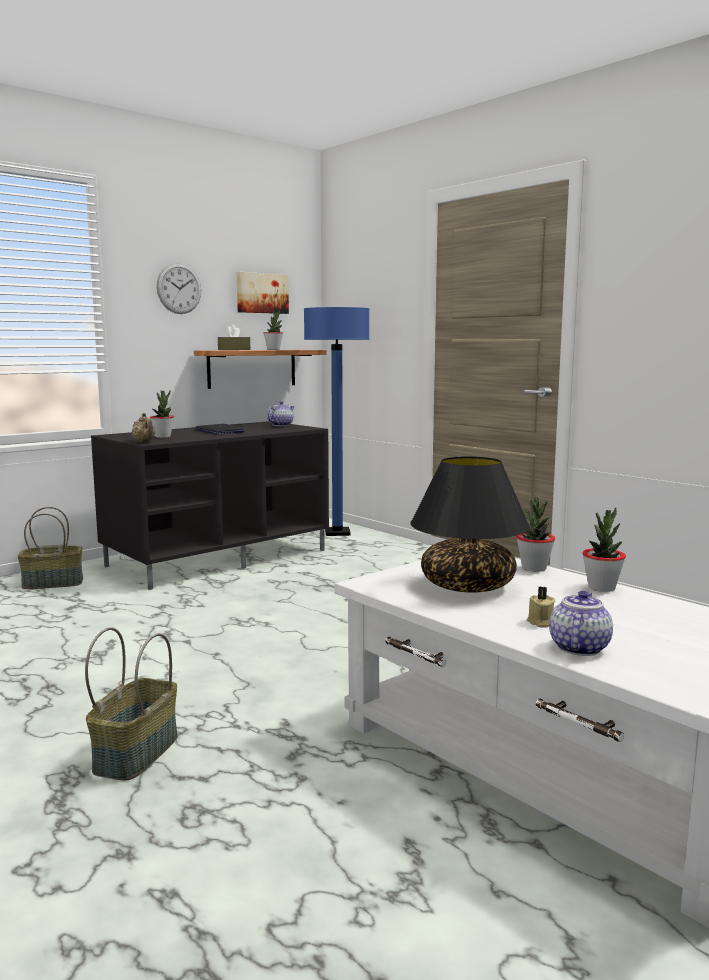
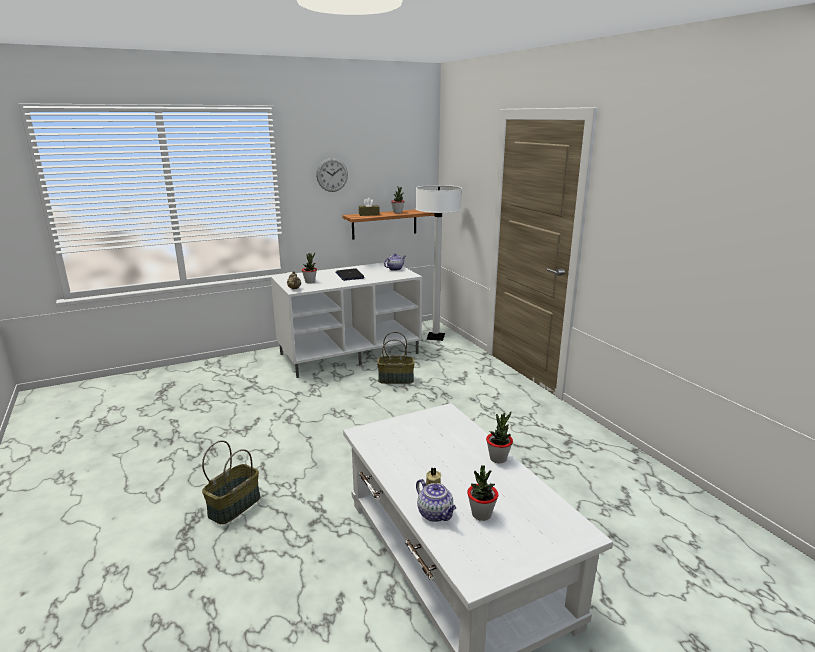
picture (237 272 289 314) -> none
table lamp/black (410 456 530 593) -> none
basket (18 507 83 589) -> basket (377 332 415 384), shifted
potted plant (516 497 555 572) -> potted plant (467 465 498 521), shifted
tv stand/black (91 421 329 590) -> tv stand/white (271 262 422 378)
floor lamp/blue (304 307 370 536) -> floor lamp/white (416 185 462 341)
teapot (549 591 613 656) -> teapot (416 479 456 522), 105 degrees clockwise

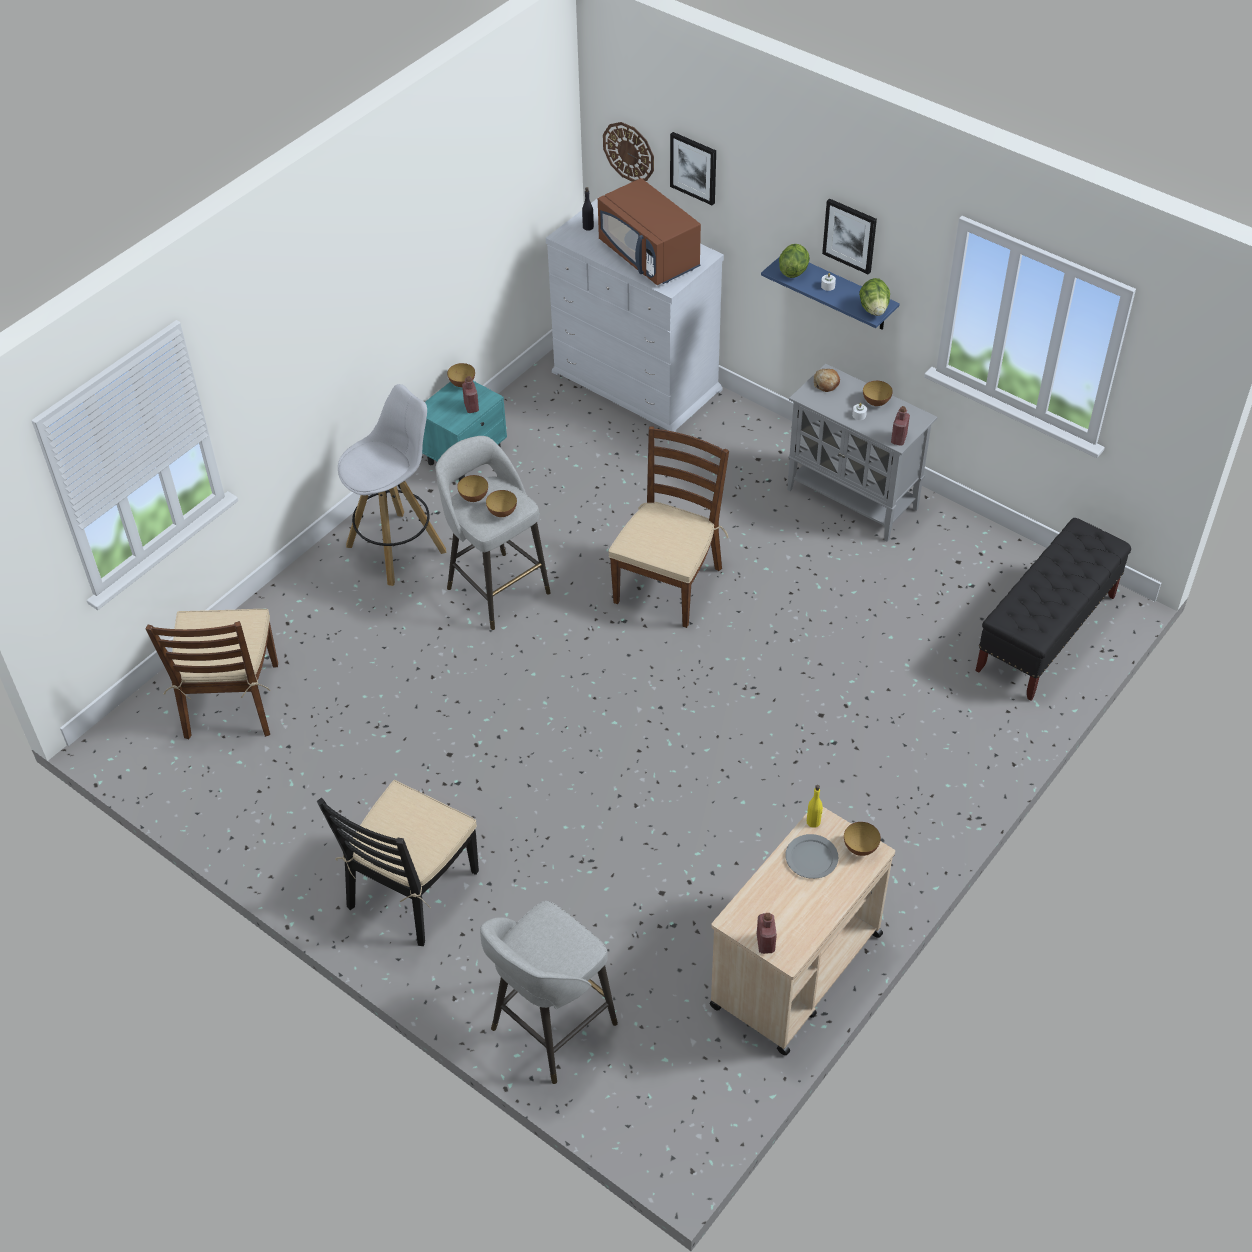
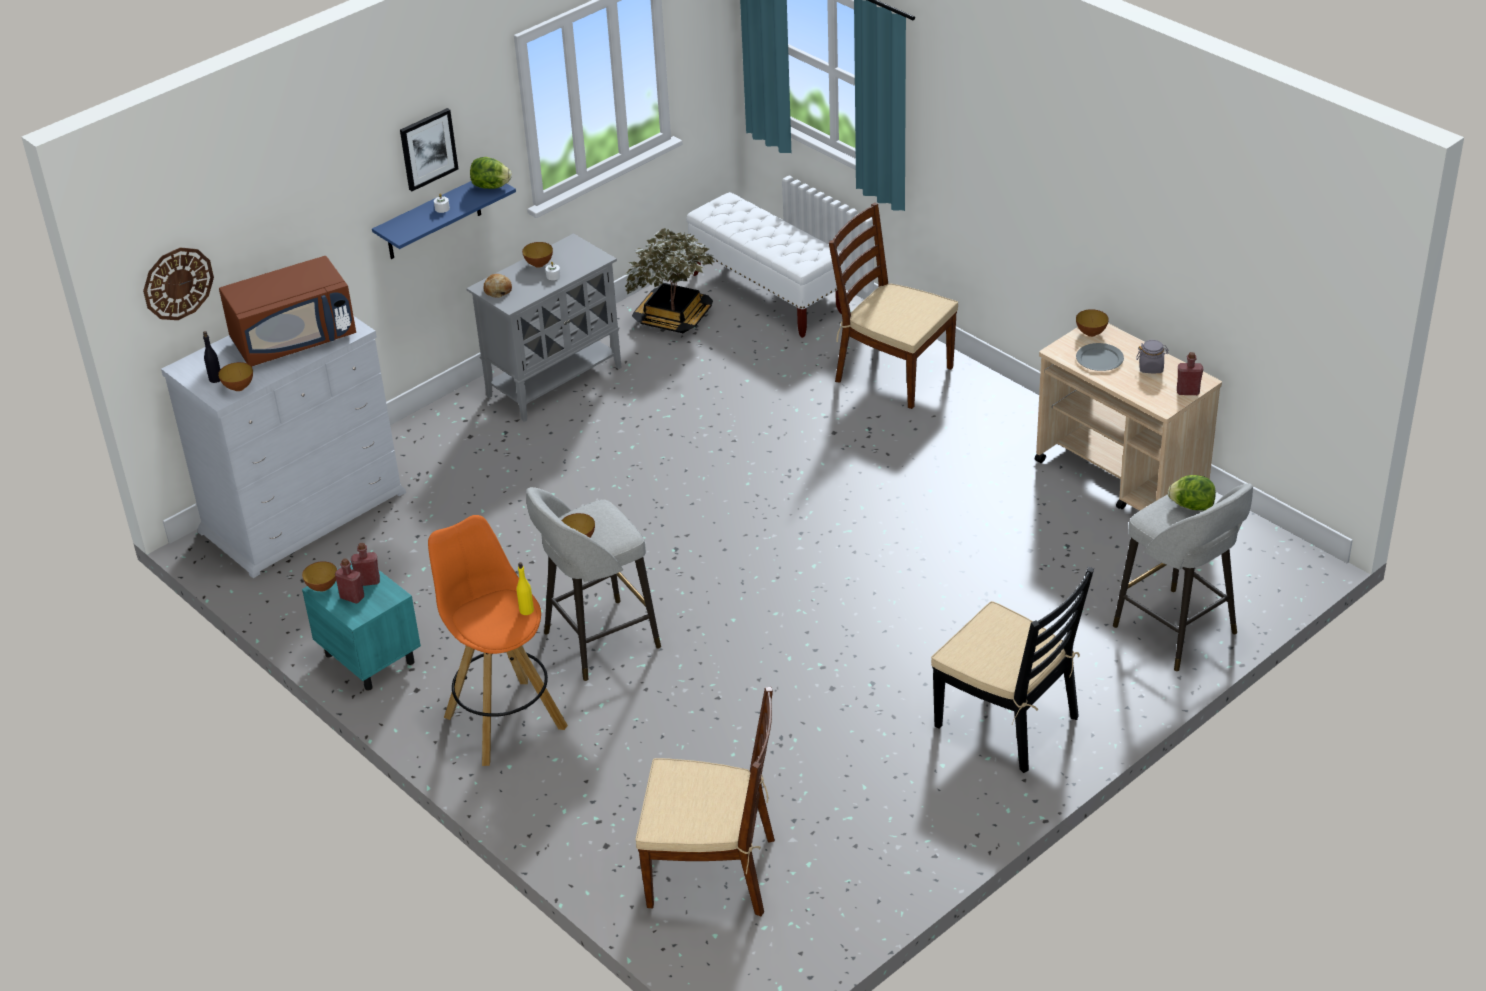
picture (670 132 716 205) -> none
none -> potted plant (625 228 715 333)
none -> jar/grey (1136 340 1169 373)
bowl (486 490 517 517) -> bowl (218 362 253 391), shifted
chair/brown (609 426 729 628) -> chair/brown (829 203 958 409), shifted
lettuce (779 244 810 278) -> lettuce (1168 475 1216 510), shifted
bottle/yellow (807 785 823 828) -> bottle/yellow (516 562 534 615), shifted
bottle/red (891 406 910 446) -> bottle/red (335 558 364 604), shifted
stool/white (338 384 446 586) -> stool/orange (428 515 568 766)
bench/black (975 518 1131 701) -> bench/white (686 192 847 338)

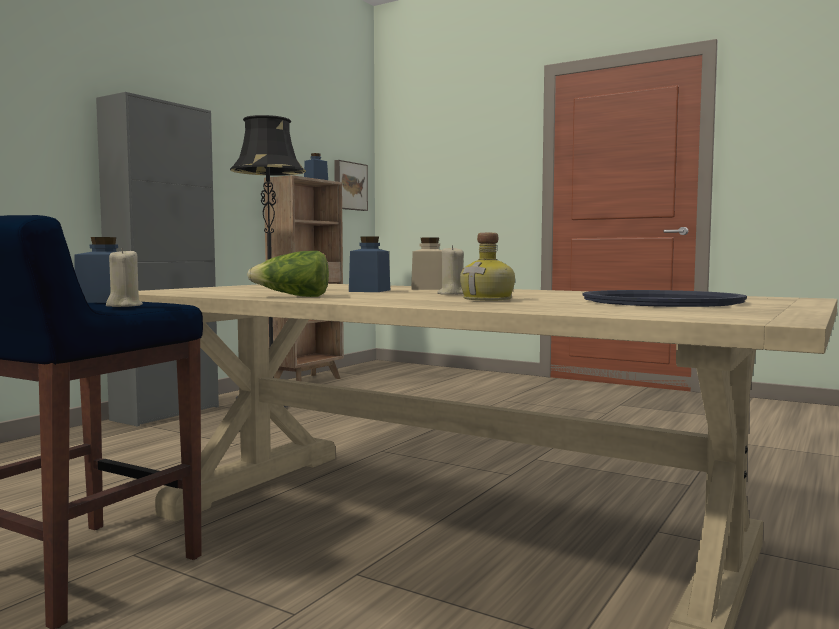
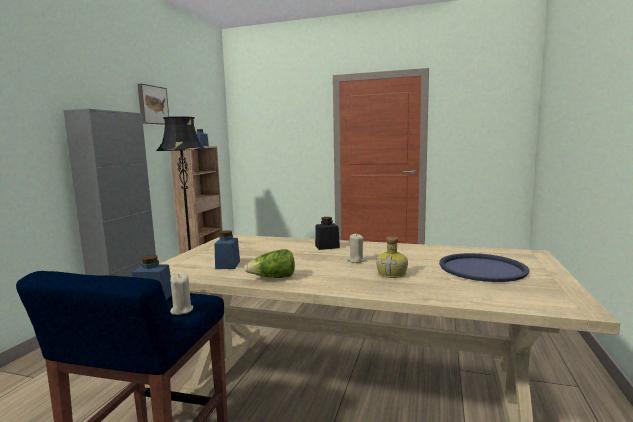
picture (334 160 368 211) -> picture (137 84 169 125), shifted
jar/blue (349 236 390 292) -> jar/blue (214 230 240 269), shifted
jar/beige (411 237 442 290) -> jar/black (315 217 340 250)

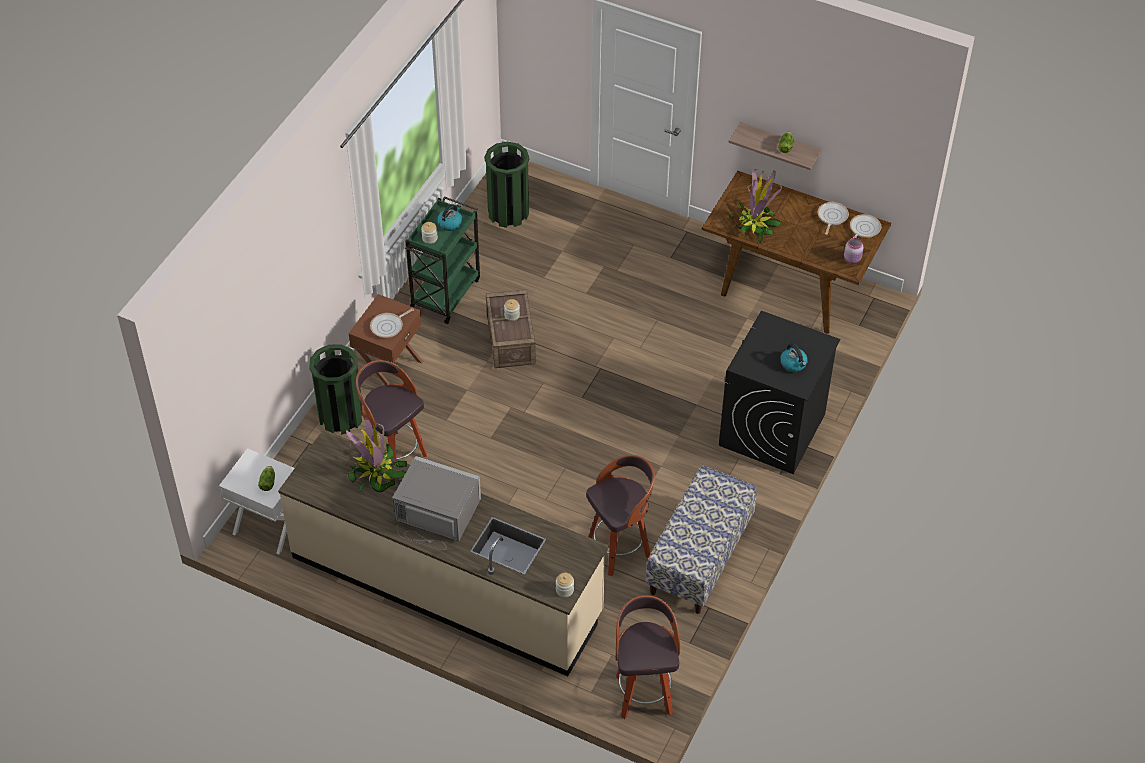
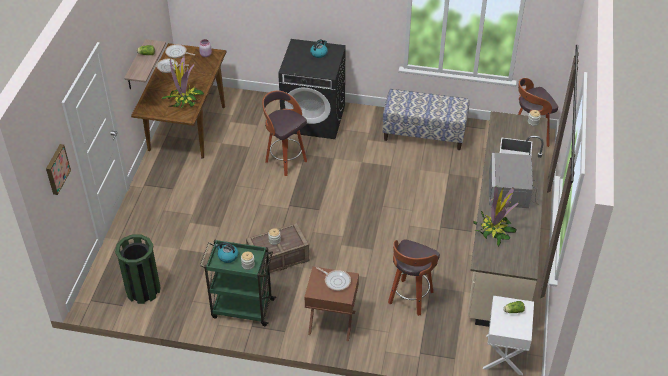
trash can/green (309 344 363 434) -> none
none -> picture (46 144 71 195)
stool (586 455 655 576) -> stool (262 91 307 176), shifted

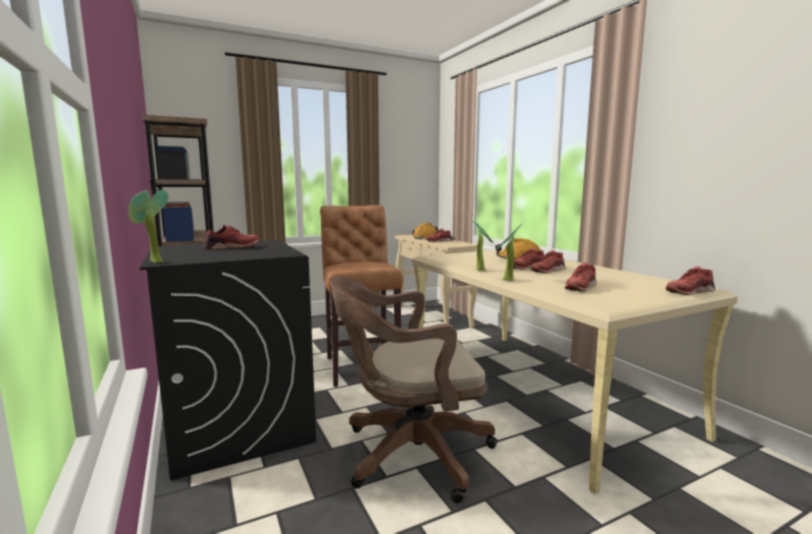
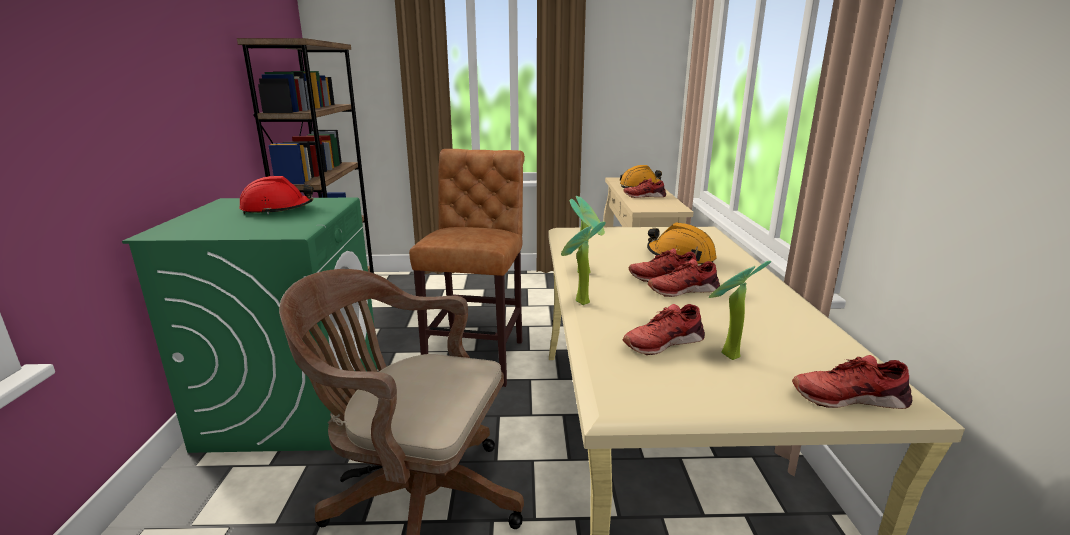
potted plant (128 190 169 263) -> potted plant (709 261 771 360), shifted
shoe/red (203 225 259 250) -> hard hat/red (239 176 314 215)
washing machine/black (140 240 316 481) -> washing machine/green (122 198 378 453)

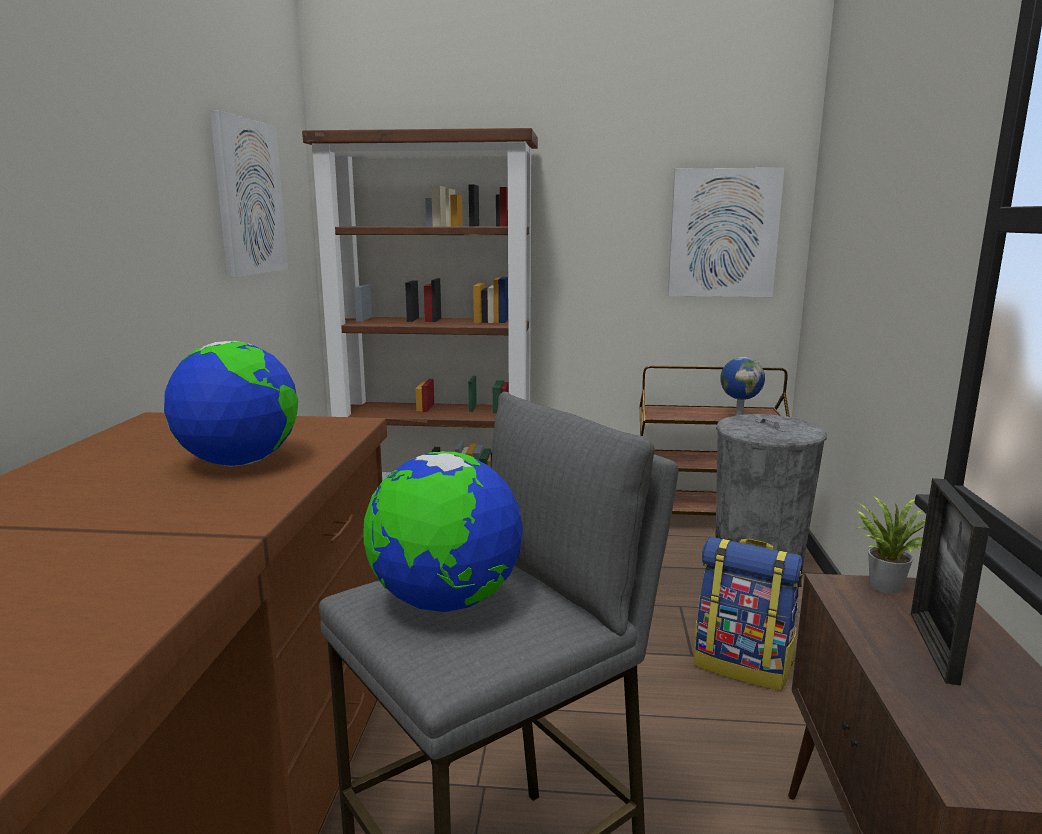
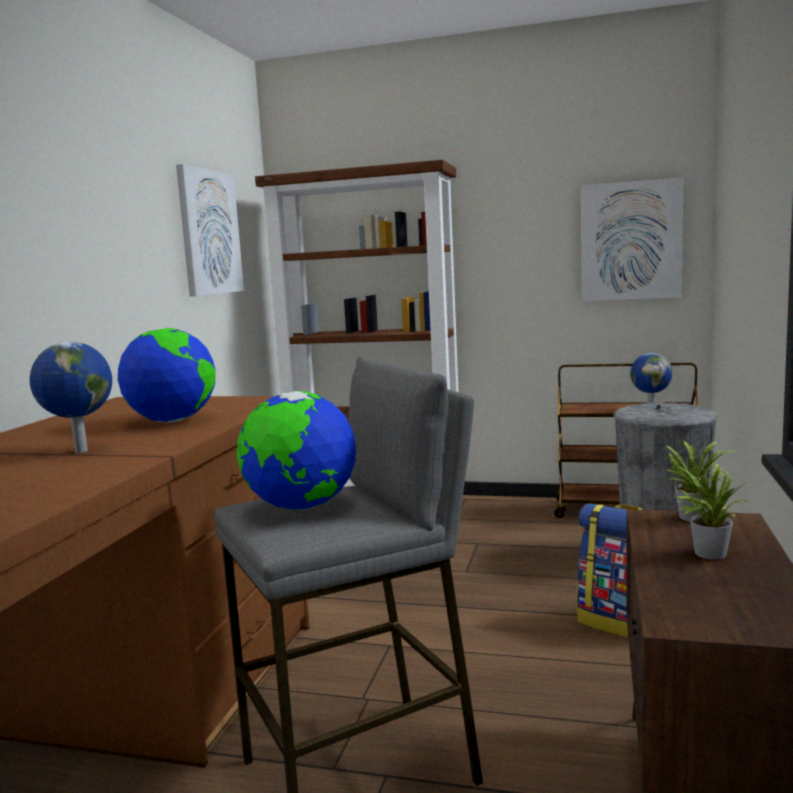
none -> globe (30 342 112 453)
picture frame (911 478 990 685) -> potted plant (669 463 749 560)

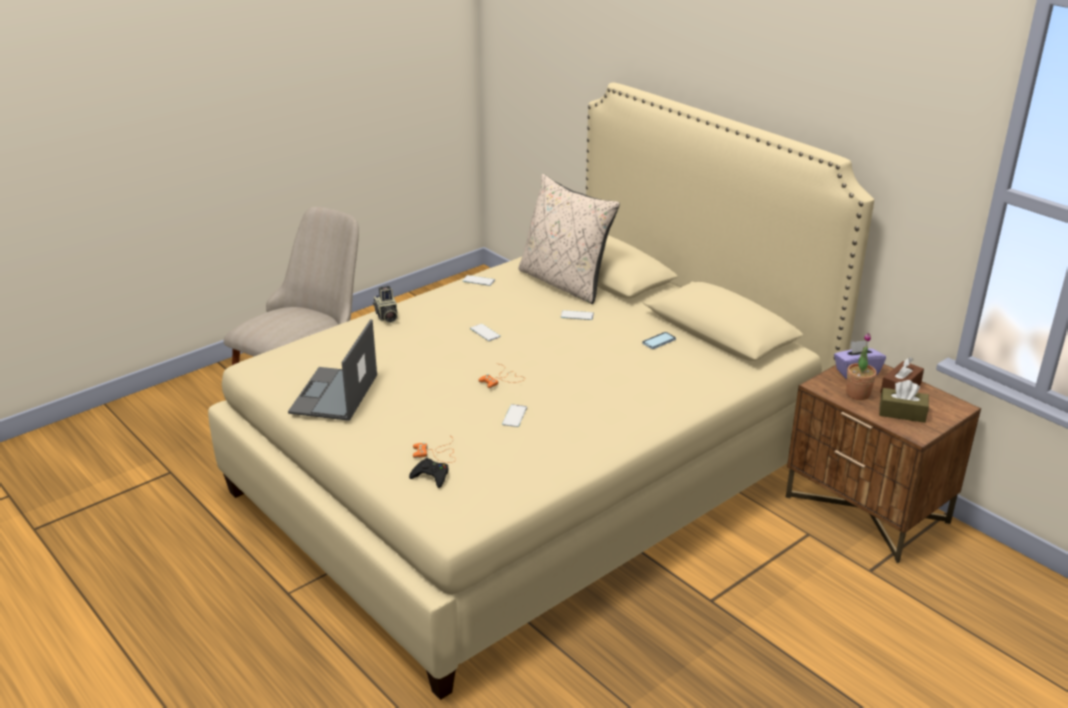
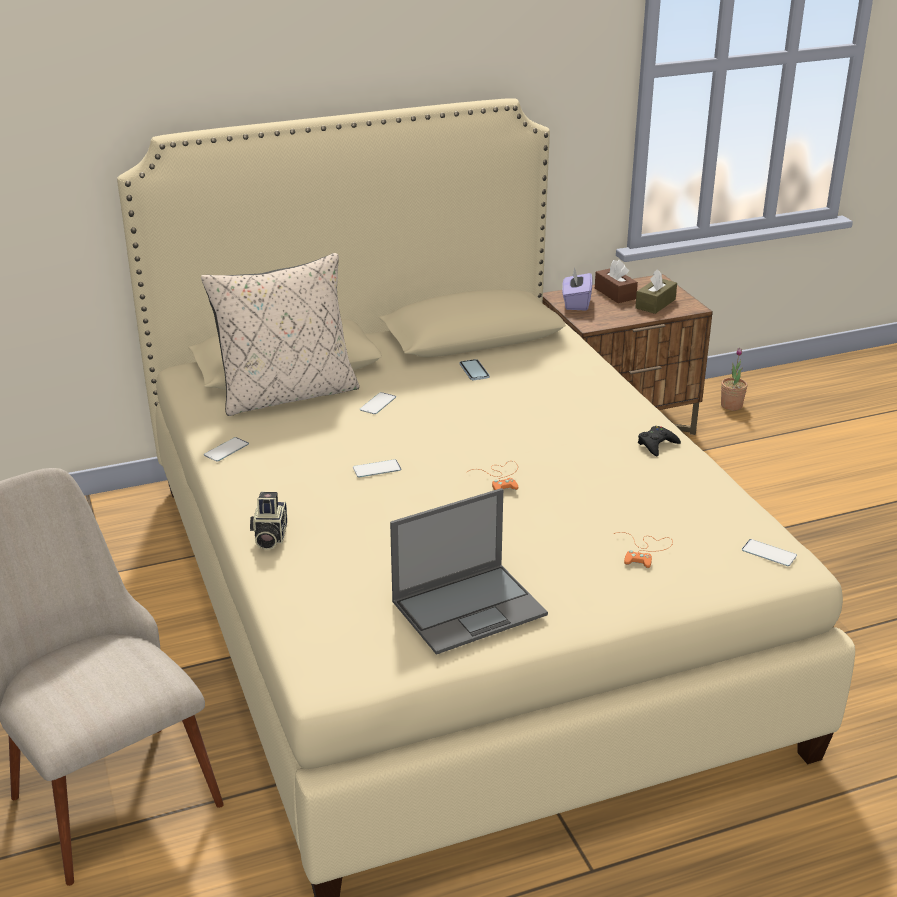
game controller/black (409 458 449 488) -> game controller/black (638 426 681 456), shifted
phone (502 404 527 427) -> phone (742 539 797 566), shifted
potted plant (846 333 877 400) -> potted plant (721 348 747 411), shifted
laptop (288 319 377 421) -> laptop (390 488 548 655), 60 degrees counterclockwise
photo camera (373 286 398 323) -> photo camera (250 492 287 550), 90 degrees clockwise

